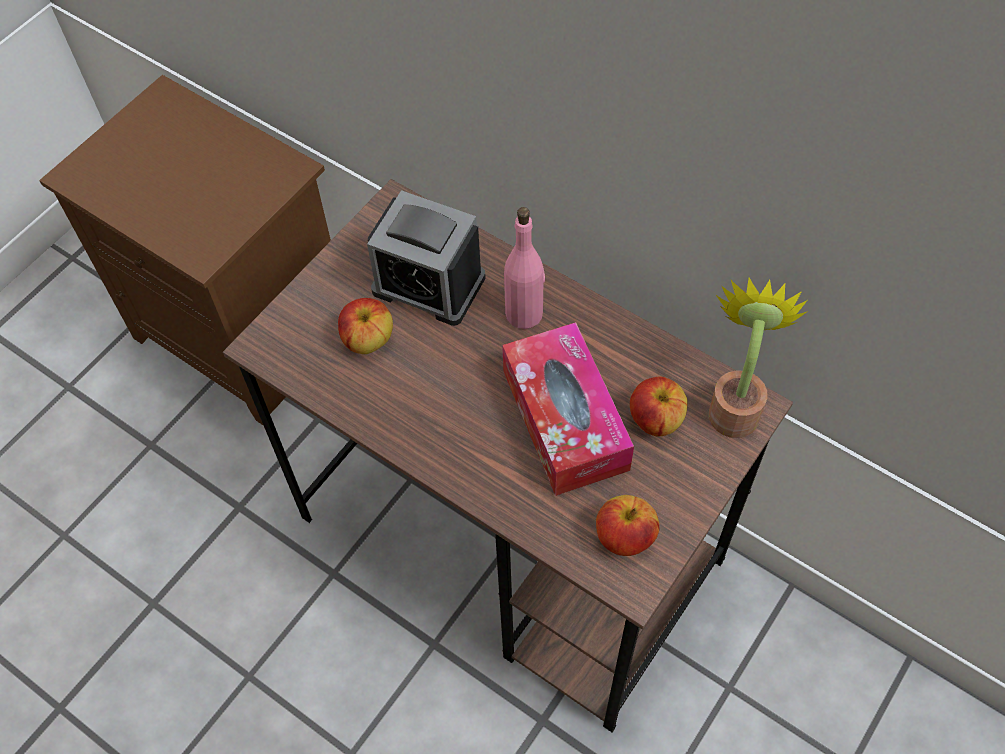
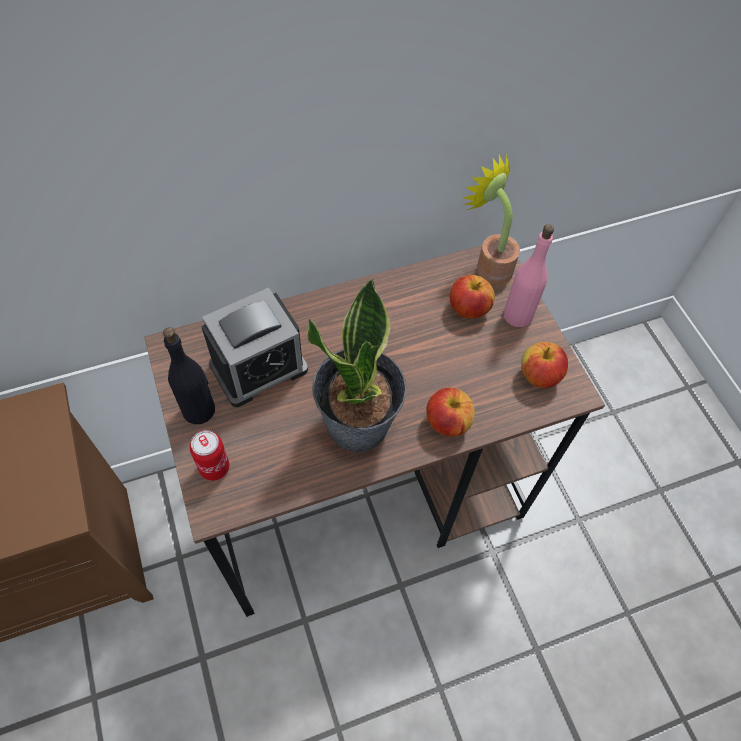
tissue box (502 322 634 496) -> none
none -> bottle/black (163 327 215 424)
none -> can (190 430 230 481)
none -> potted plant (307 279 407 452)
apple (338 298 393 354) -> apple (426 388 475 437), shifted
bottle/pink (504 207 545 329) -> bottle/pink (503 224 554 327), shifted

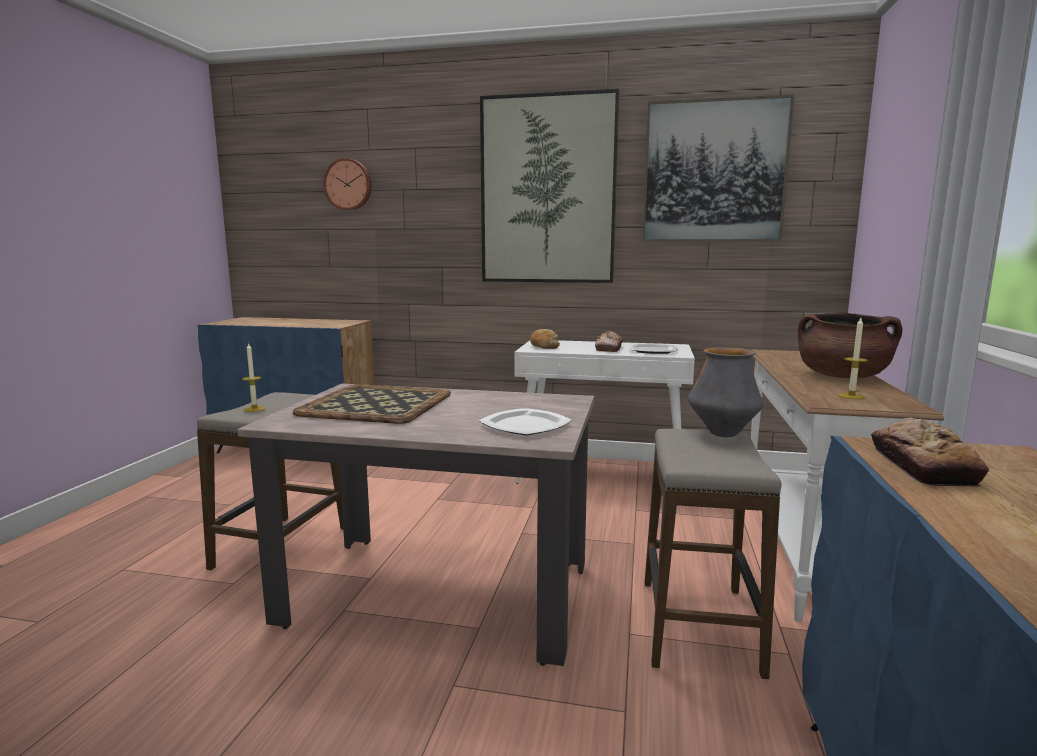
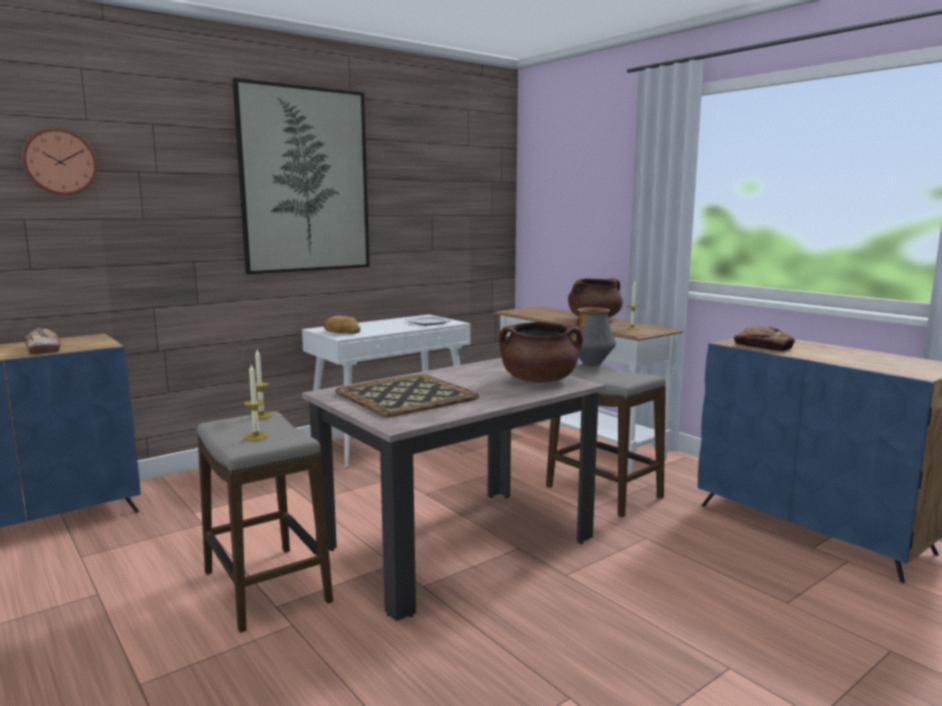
picture (642 94 795 242) -> none
none -> candle (251 350 272 419)
bread (595 331 623 352) -> bread (25 328 61 354), shifted
plate (479 408 572 435) -> cooking pot/brown (499 322 583 383)

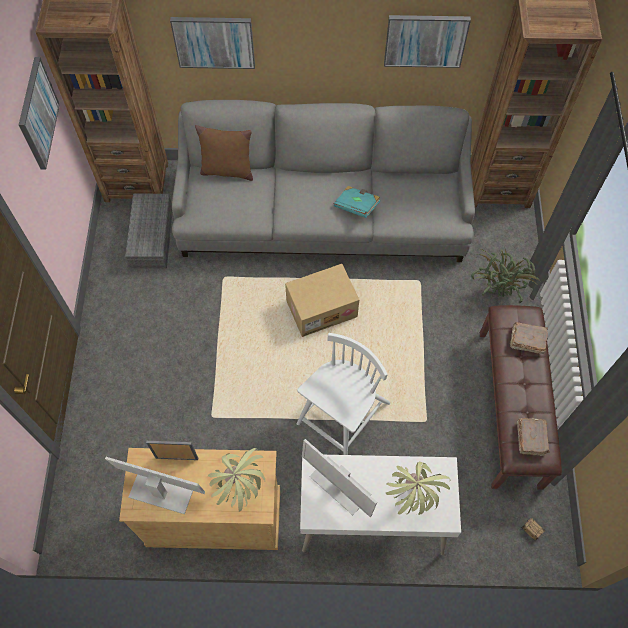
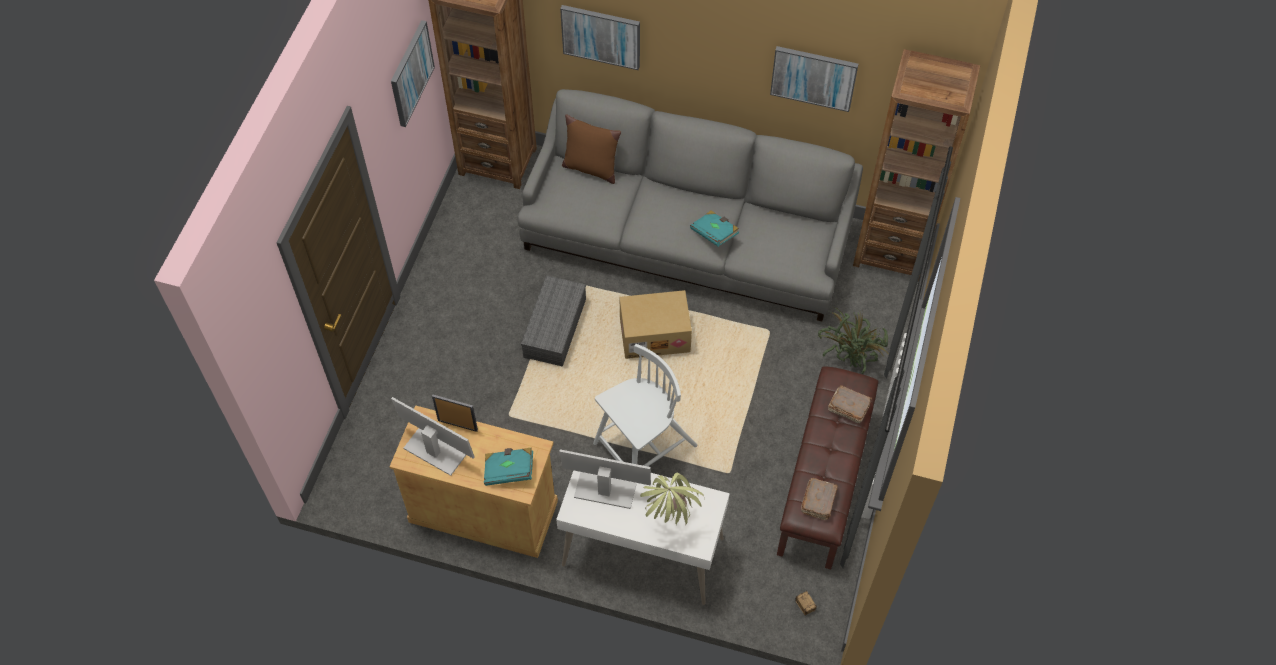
storage box/grey (125 194 172 269) -> storage box/grey (521 275 586 367), shifted
potted plant (208 448 265 512) -> book/turquoise (484 448 533 486)
monitor (302 439 377 517) -> monitor (559 449 651 509), 135 degrees clockwise

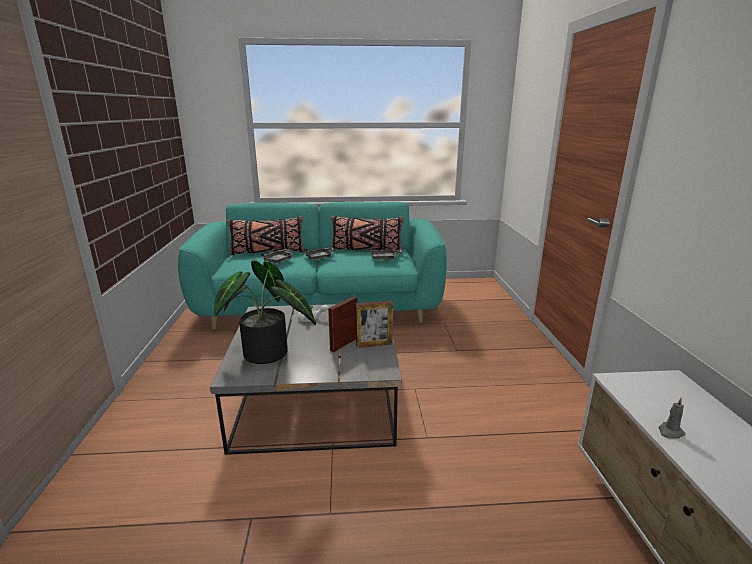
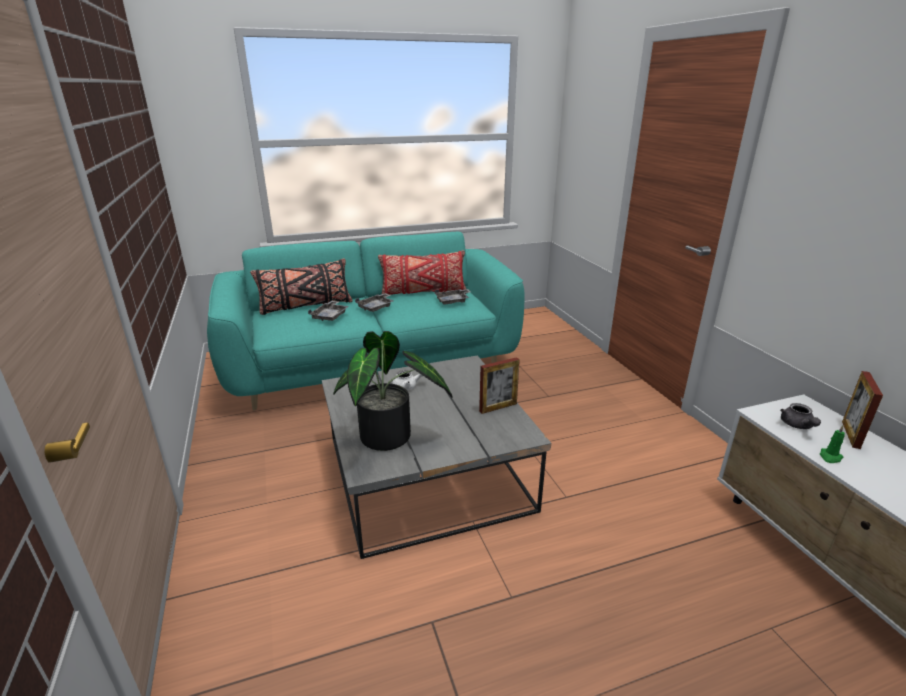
none -> teapot/grey (780 403 821 429)
picture frame (328 296 357 352) -> picture frame (842 371 883 449), shifted
pillow/black (331 216 404 253) -> pillow/red (378 250 467 295)
candle/grey (658 398 685 439) -> candle/green (820 425 845 463)

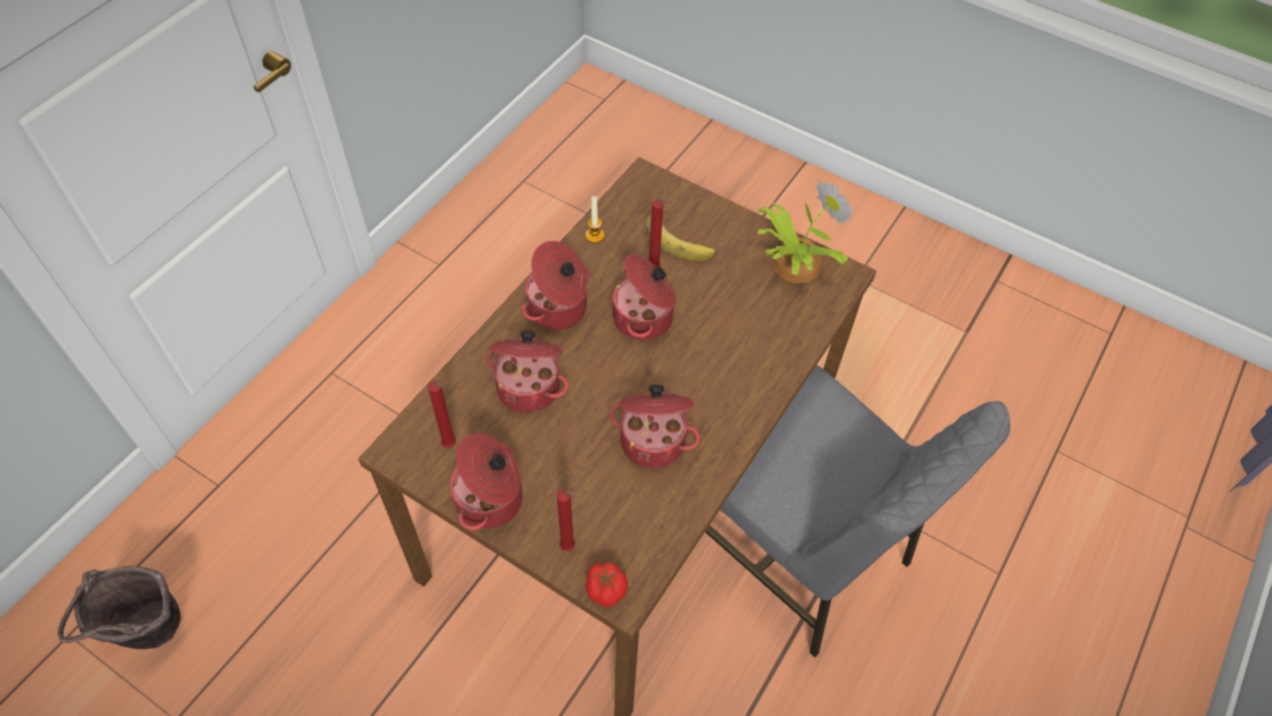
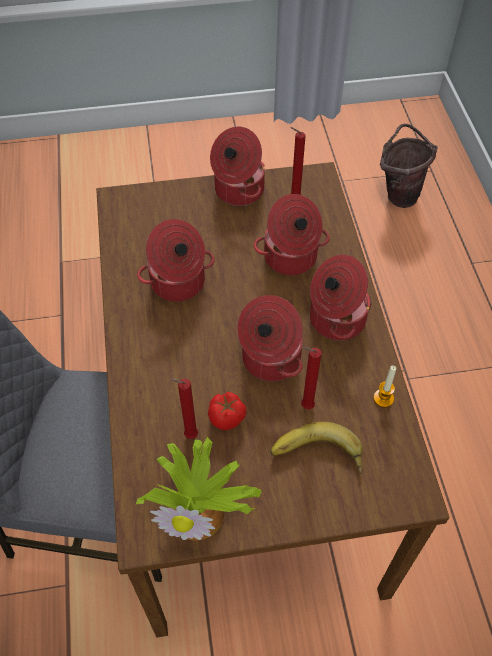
candle/red (557 489 575 551) -> candle/red (170 378 198 439), shifted
tomato (585 563 628 607) -> tomato (208 392 246 430), shifted

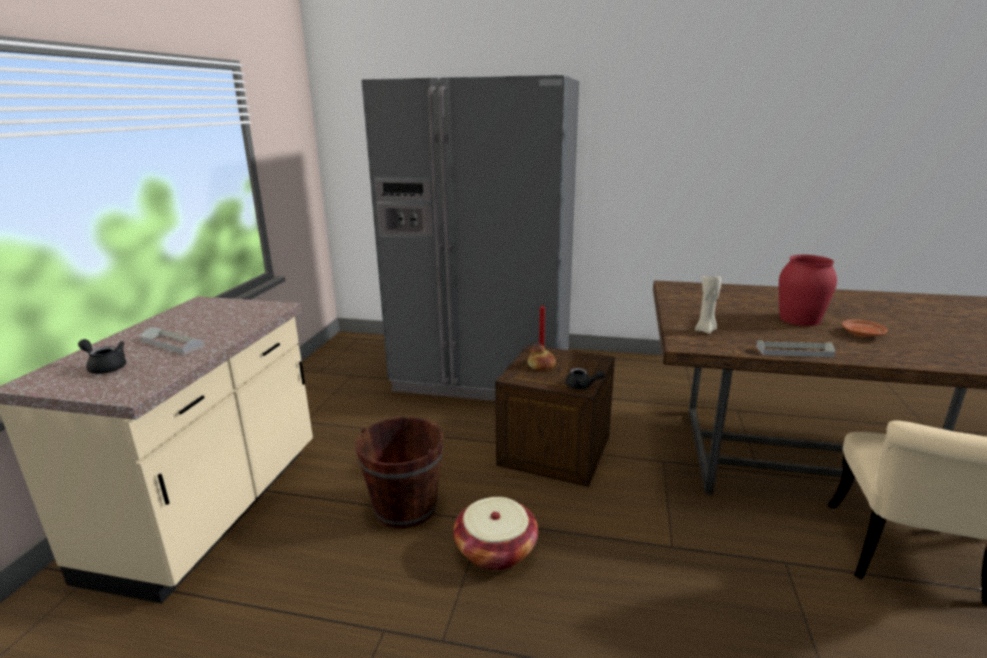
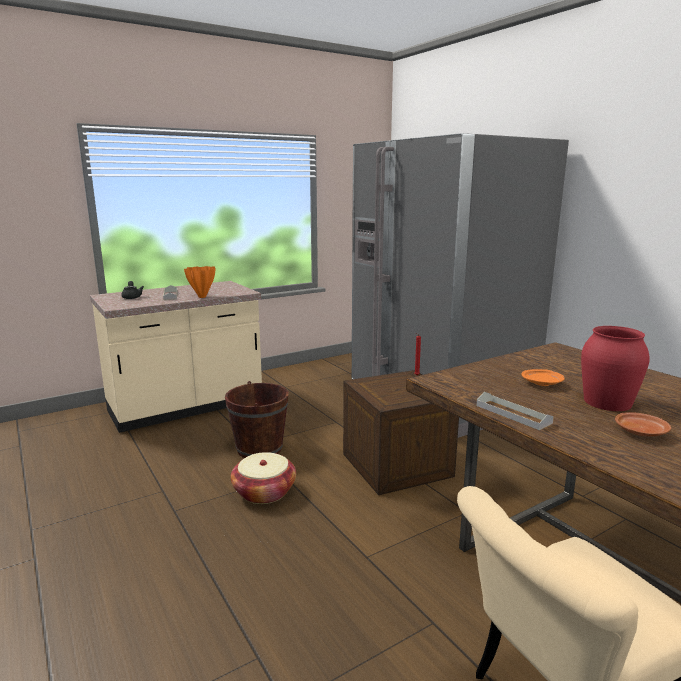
bread (527 343 556 371) -> none
teapot/black (565 368 605 389) -> none
candle/beige (695 275 721 334) -> none
none -> vase/orange (184 266 215 298)
none -> plate/orange (521 369 565 386)

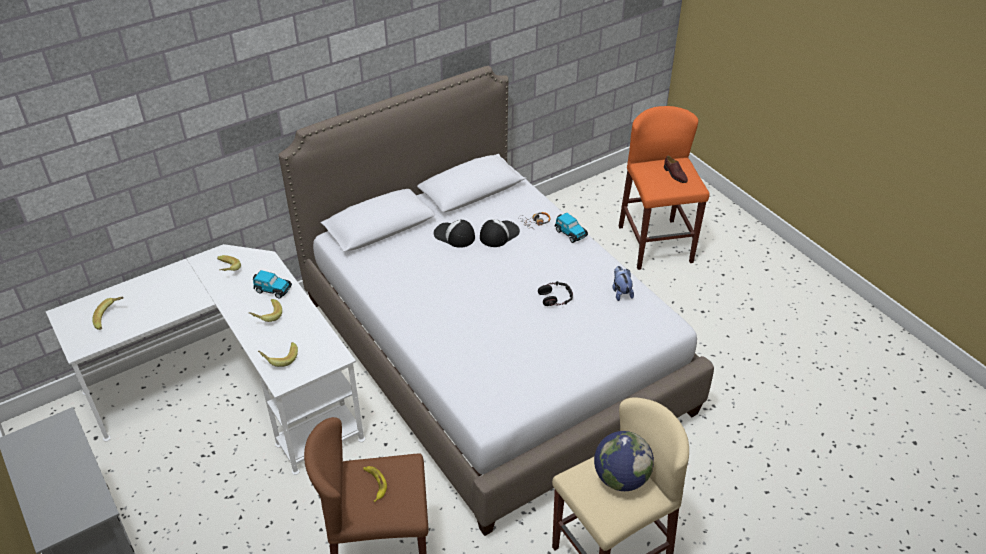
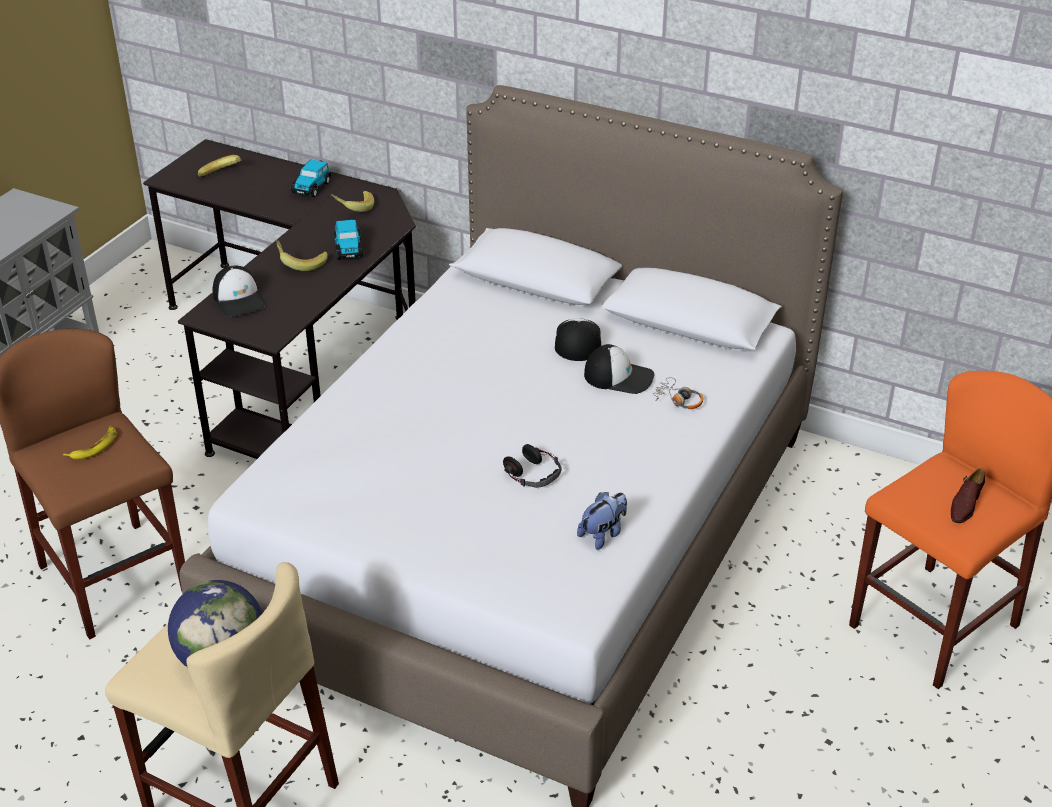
toy car (554 212 588 243) -> toy car (291 159 332 197), shifted
banana (258 342 298 367) -> cap (213 266 267 316)
desk/white (46 244 365 475) -> desk/black (143 139 416 459)

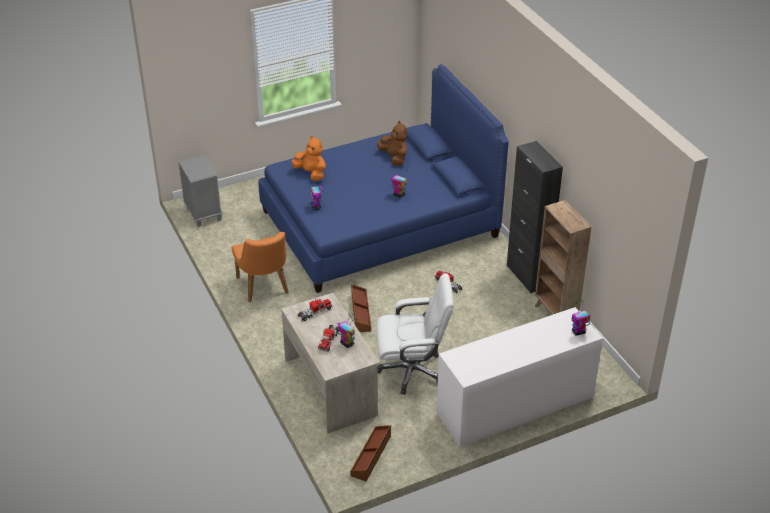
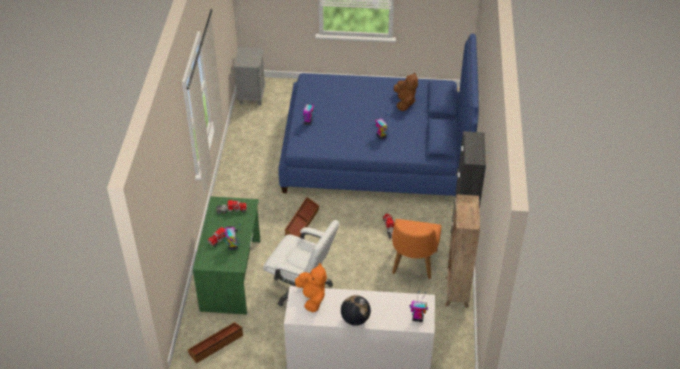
none -> globe (341 295 371 326)
chair/orange (231 232 288 302) -> chair/orange (392 219 442 279), shifted
plush toy/orange (291 136 326 181) -> plush toy/orange (295 263 327 312), shifted
desk/beige (281 293 380 433) -> desk/green (193 196 260 314)

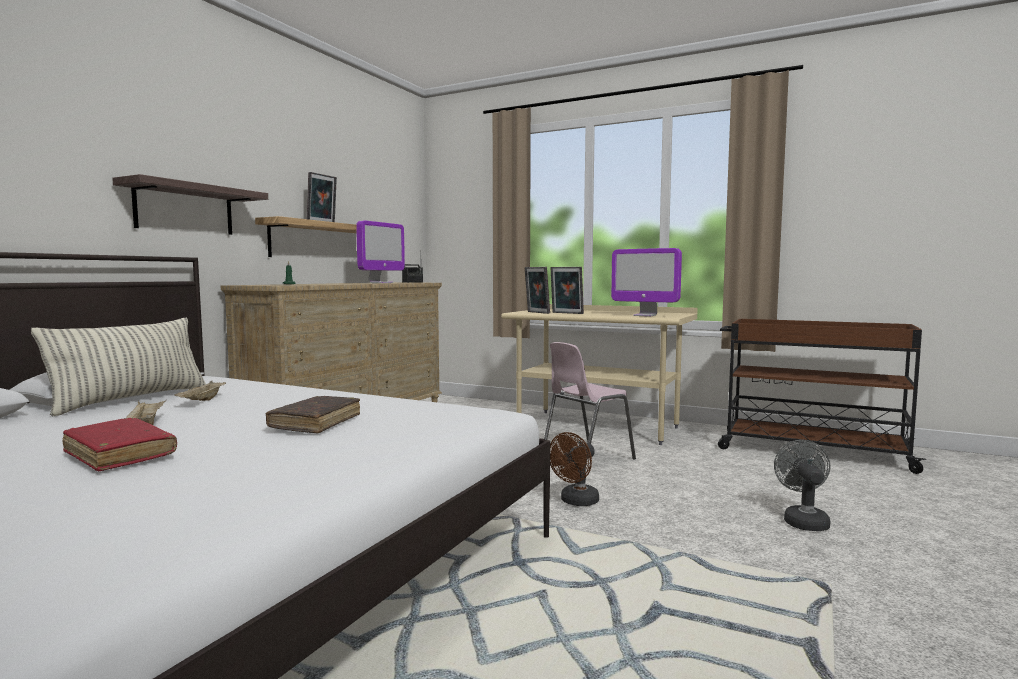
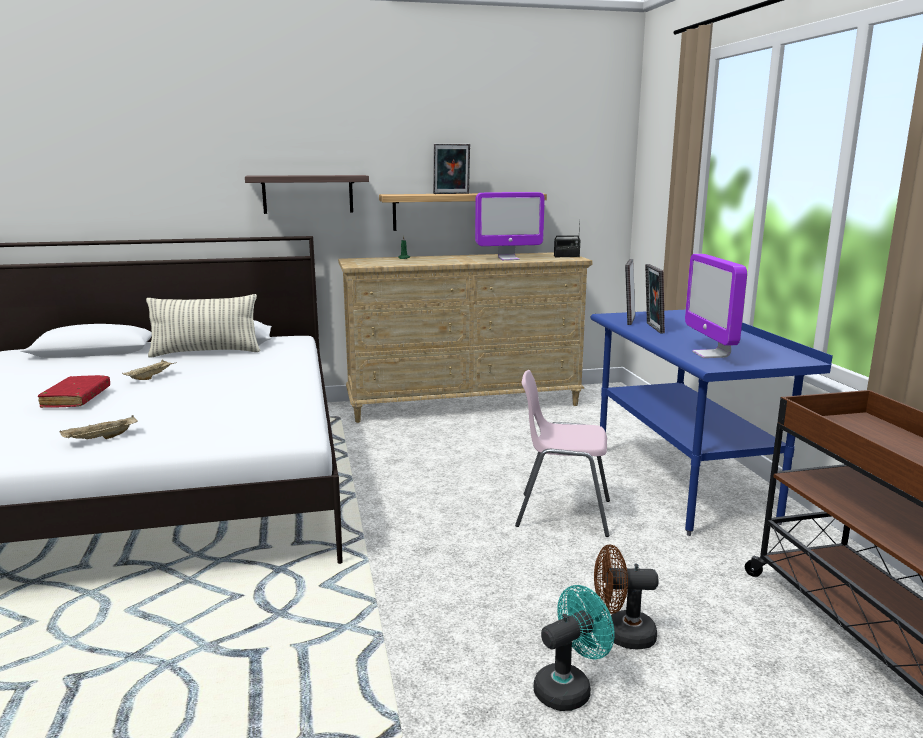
book/brown (266 396 360 433) -> none
tray/beige (174 381 226 401) -> tray/beige (60 415 138 439), shifted
fan/brown (550 432 599 506) -> fan/brown (594 545 659 649), shifted
desk/beige (501 304 698 445) -> desk/blue (590 310 833 536)
fan/grey (774 440 831 531) -> fan/turquoise (534 585 615 711)

